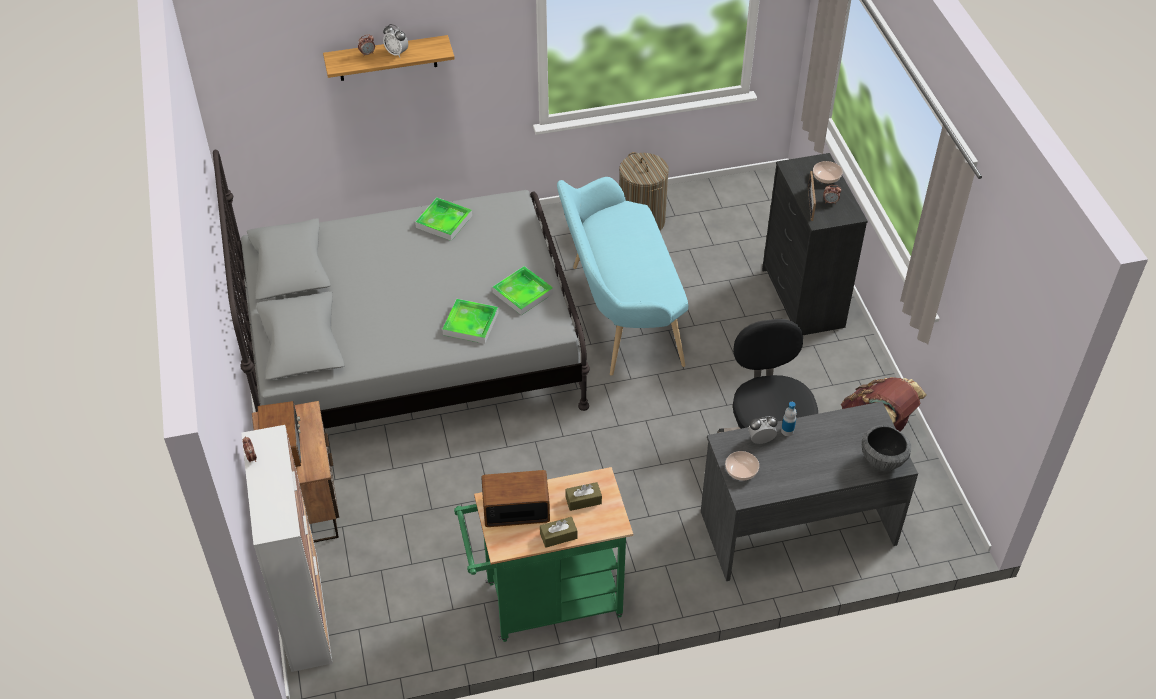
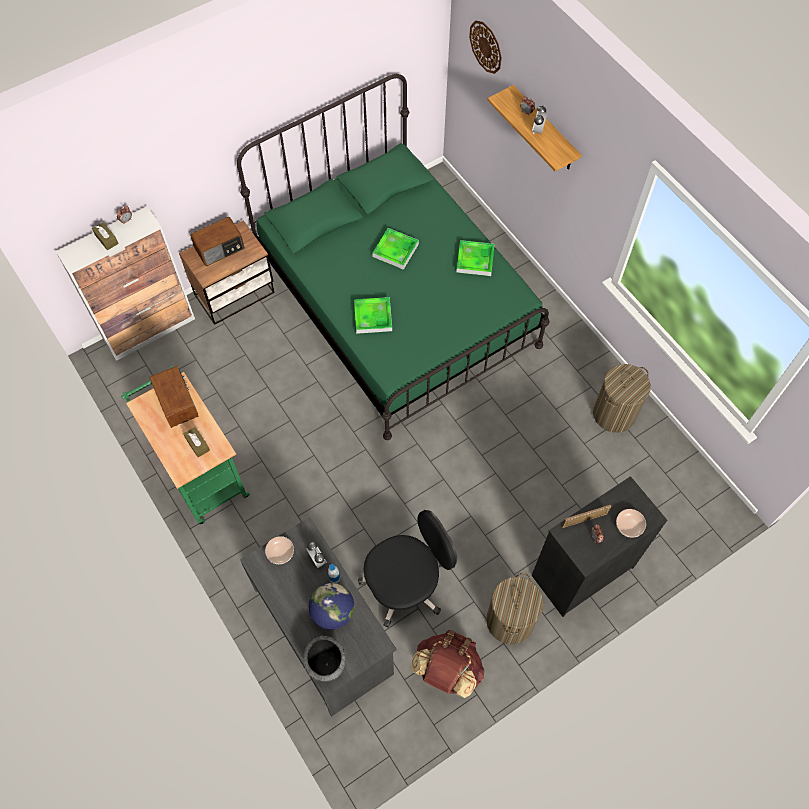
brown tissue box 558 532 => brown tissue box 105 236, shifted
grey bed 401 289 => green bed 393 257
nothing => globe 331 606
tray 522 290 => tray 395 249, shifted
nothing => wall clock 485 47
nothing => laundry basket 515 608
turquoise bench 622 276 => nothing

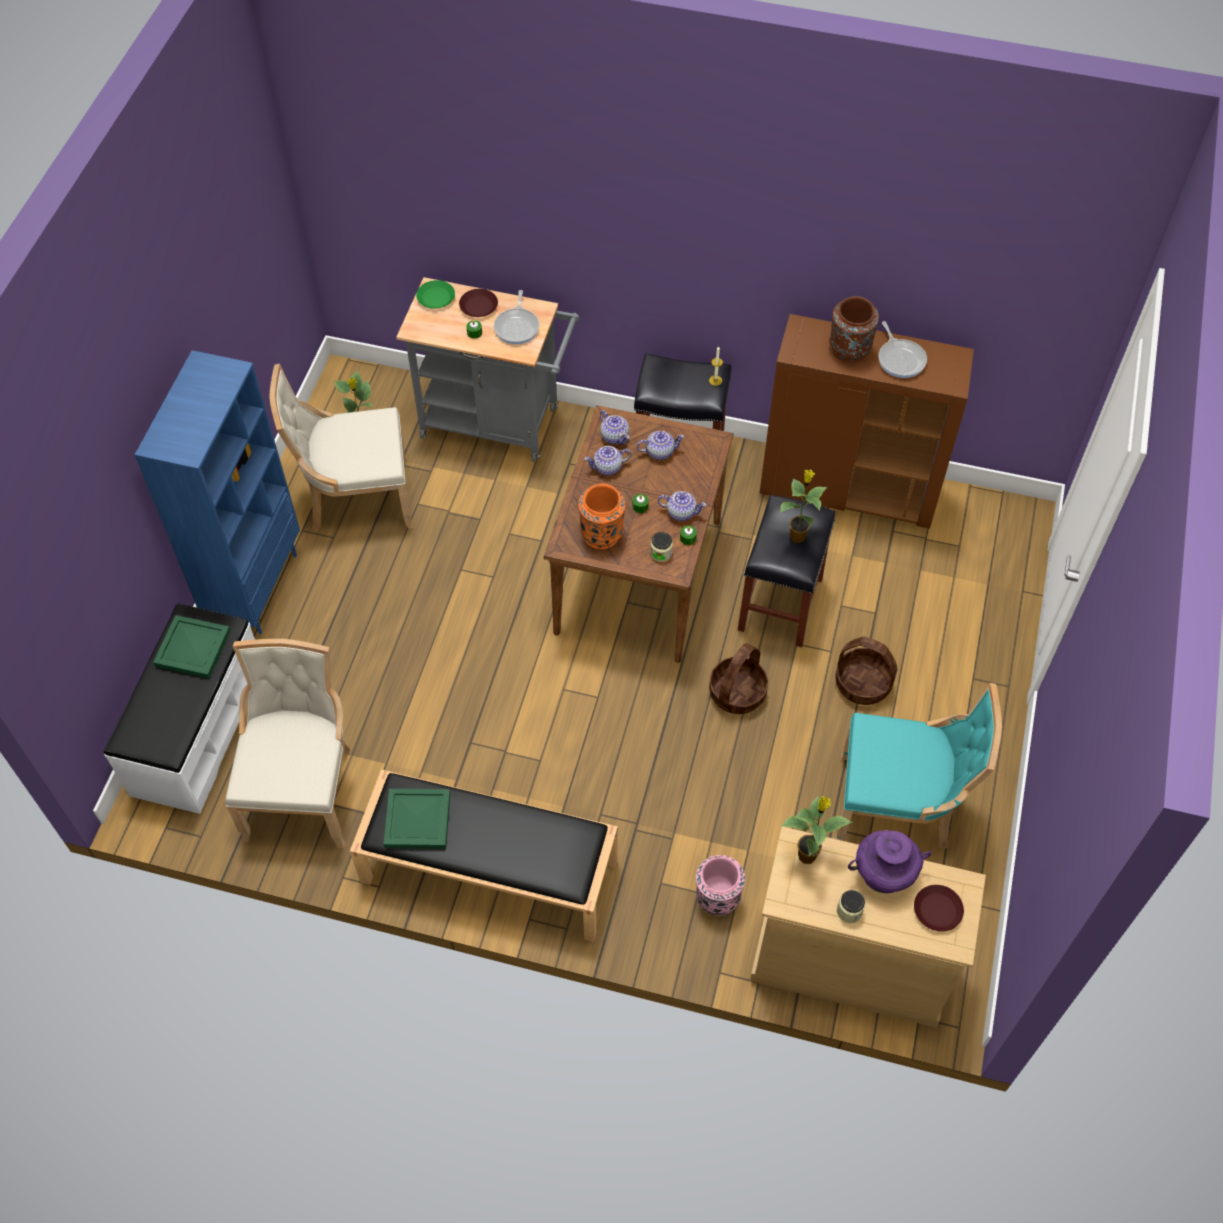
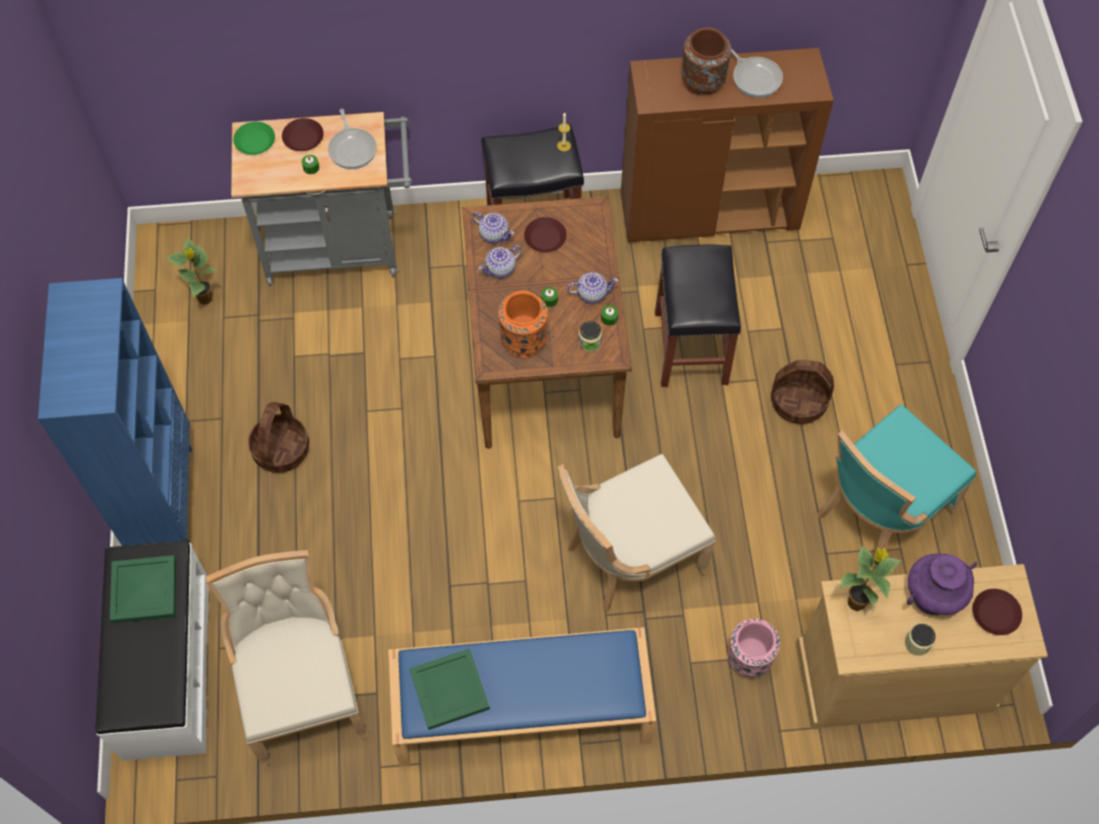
basket 738 679 => basket 278 437, shifted
black bench 484 855 => blue bench 522 696
teapot 660 445 => brown plate 545 234
beige chair 341 447 => beige chair 636 533, shifted
turquoise chair 918 766 => turquoise chair 896 486, 150 degrees clockwise
potted plant 803 506 => nothing

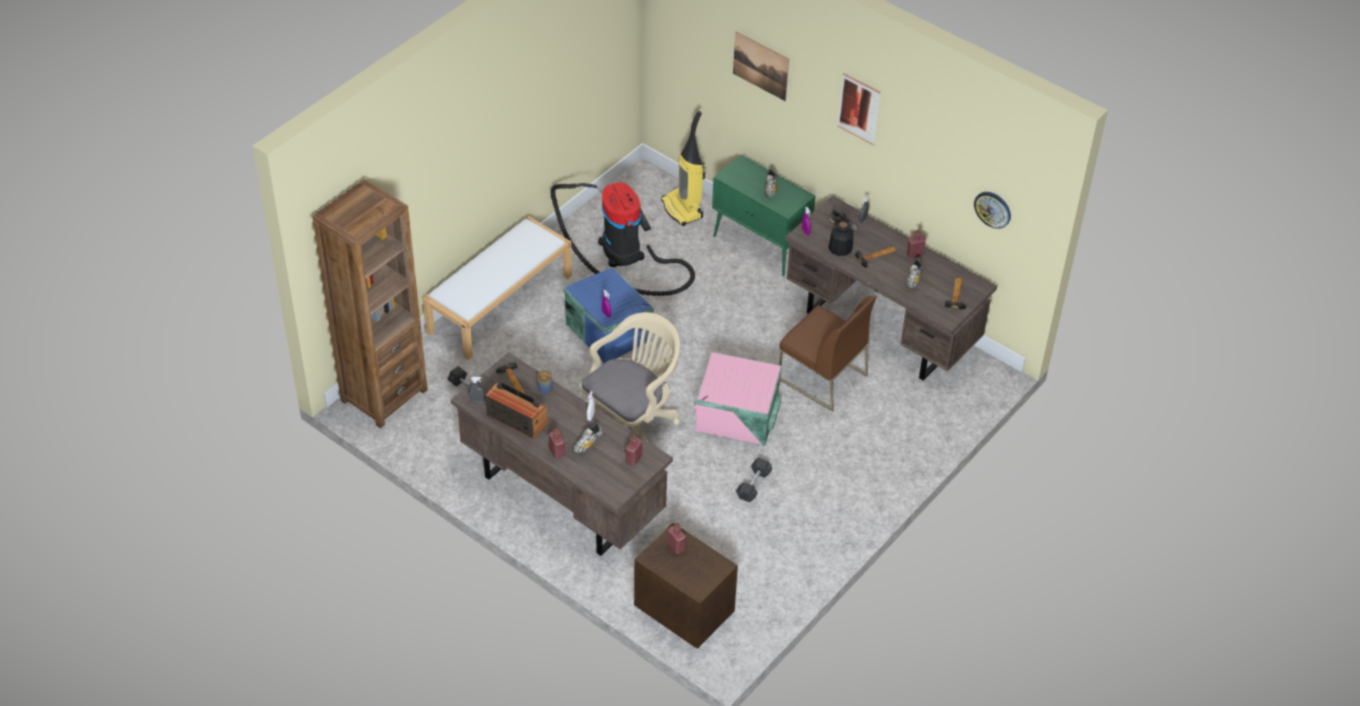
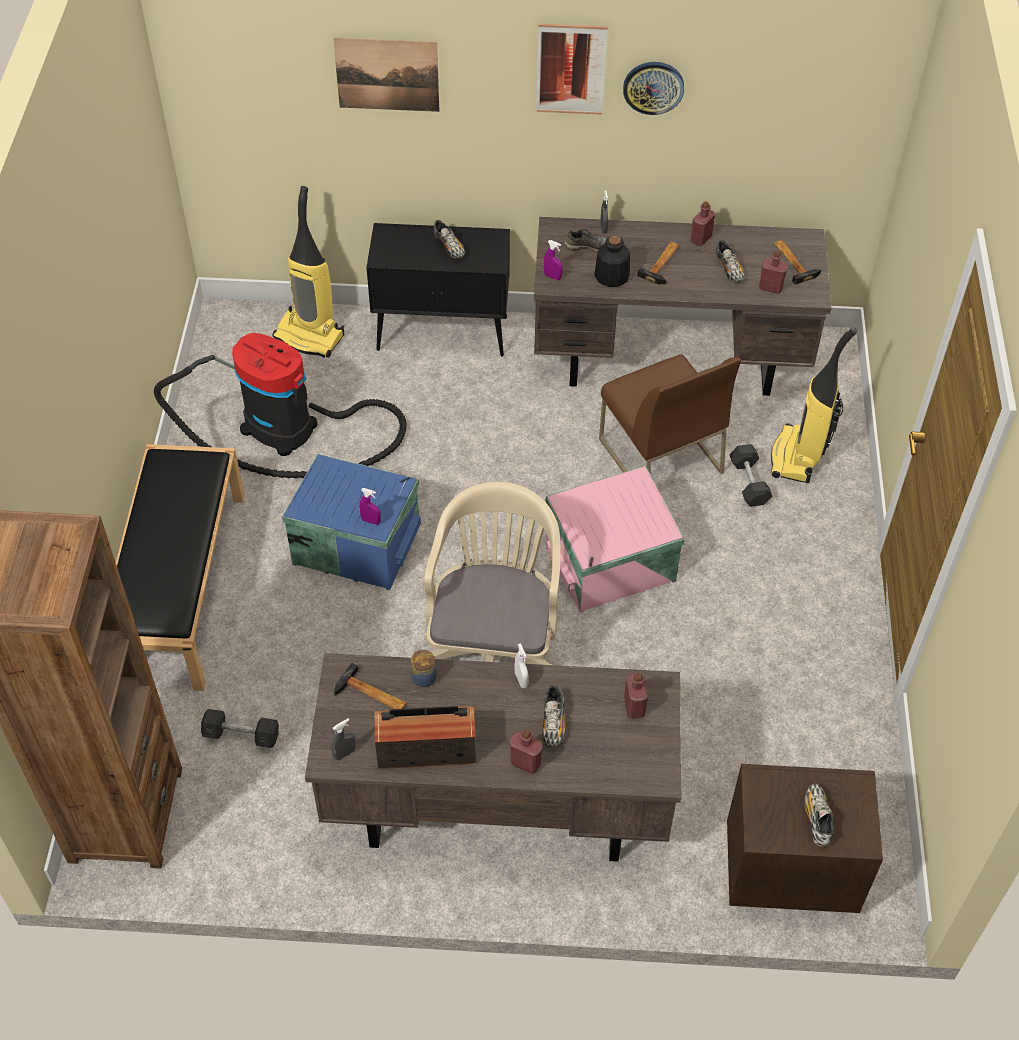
white bench 497 288 => black bench 180 567
green cabinet 764 216 => black cabinet 438 290
brown chair 828 353 => brown chair 670 414, 60 degrees clockwise
wall clock 992 210 => wall clock 653 88, shifted
grey dumbbell 754 480 => grey dumbbell 750 475, shifted
red bottle 677 538 => red bottle 773 272, shifted
nothing => vacuum cleaner 814 405
nothing => shoe 819 815

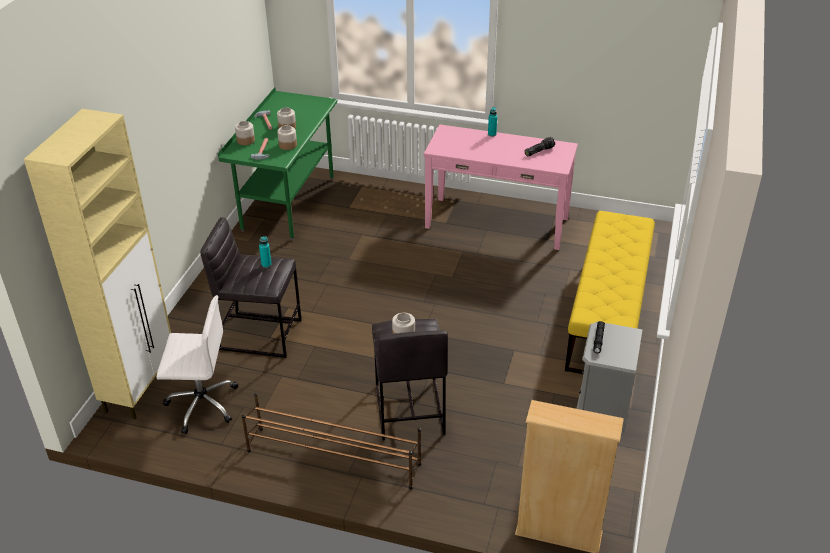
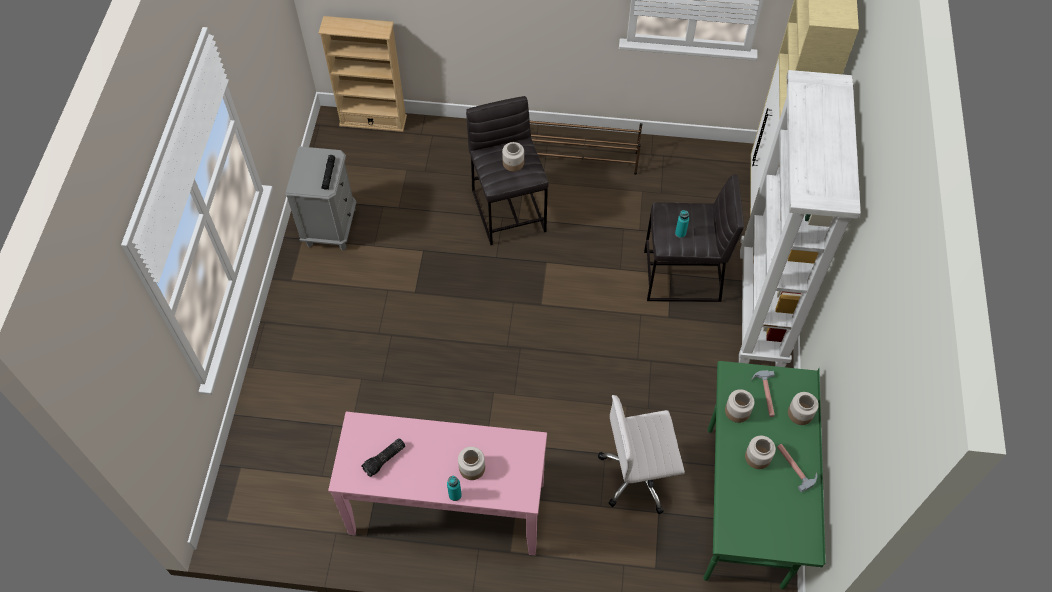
nothing => jar 471 463
white office chair 197 364 => white office chair 641 454, shifted
nothing => white bookcase 800 218
yellow bench 610 292 => nothing

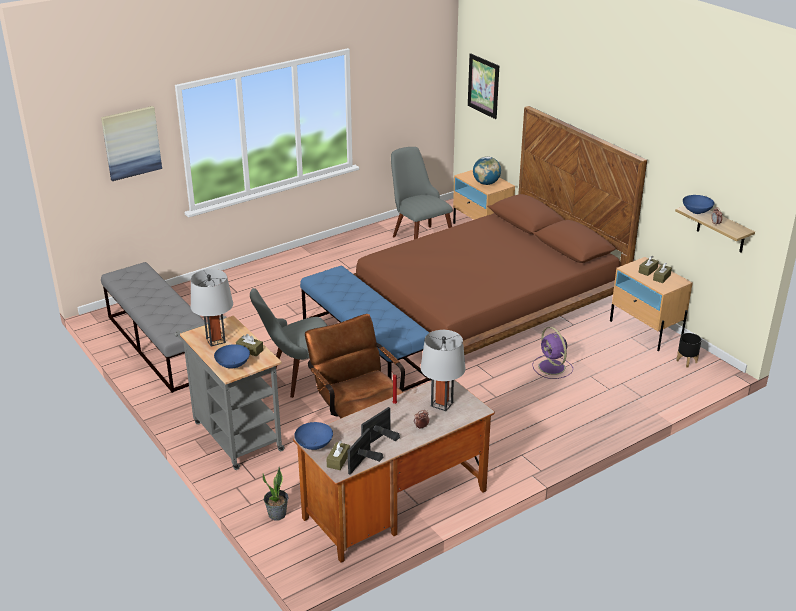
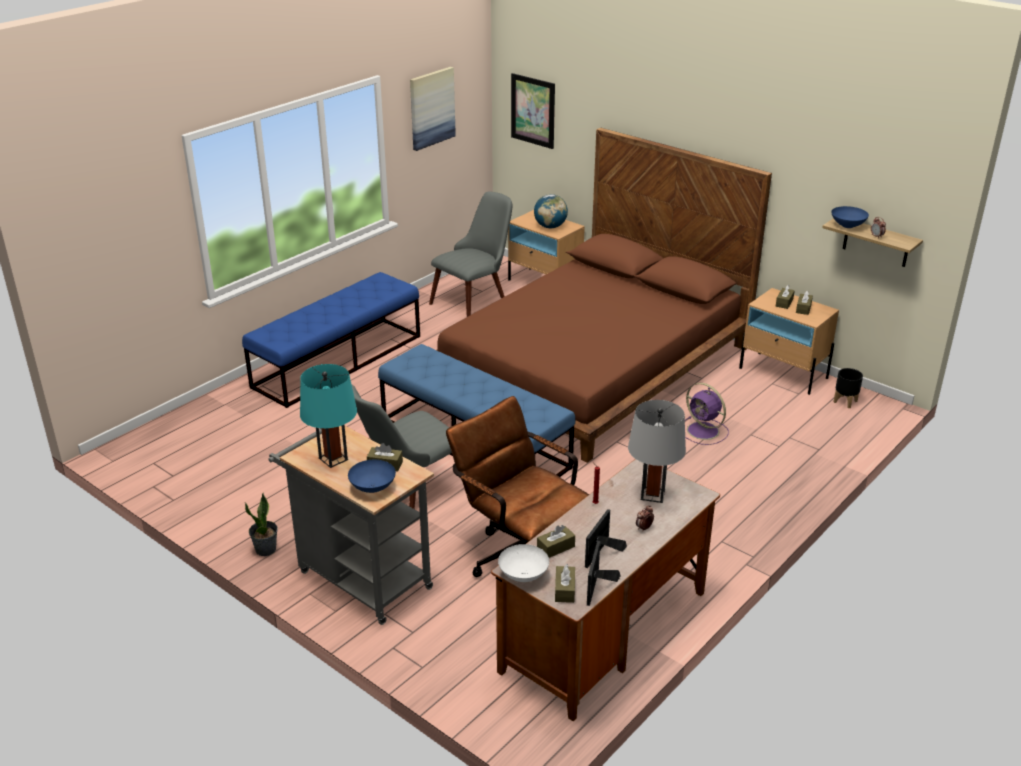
nothing => blue bench 331 340
potted plant 275 494 => potted plant 261 524, shifted
grey table lamp 212 307 => turquoise table lamp 328 416
picture 131 143 => picture 433 109, shifted
grey chair 422 193 => grey chair 471 254, 90 degrees clockwise
blue bowl 314 436 => white bowl 523 563
nothing => brown tissue box 556 541
grey bench 152 327 => nothing

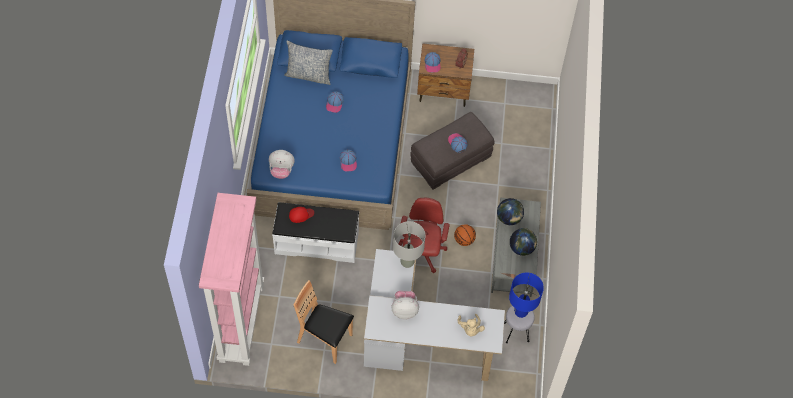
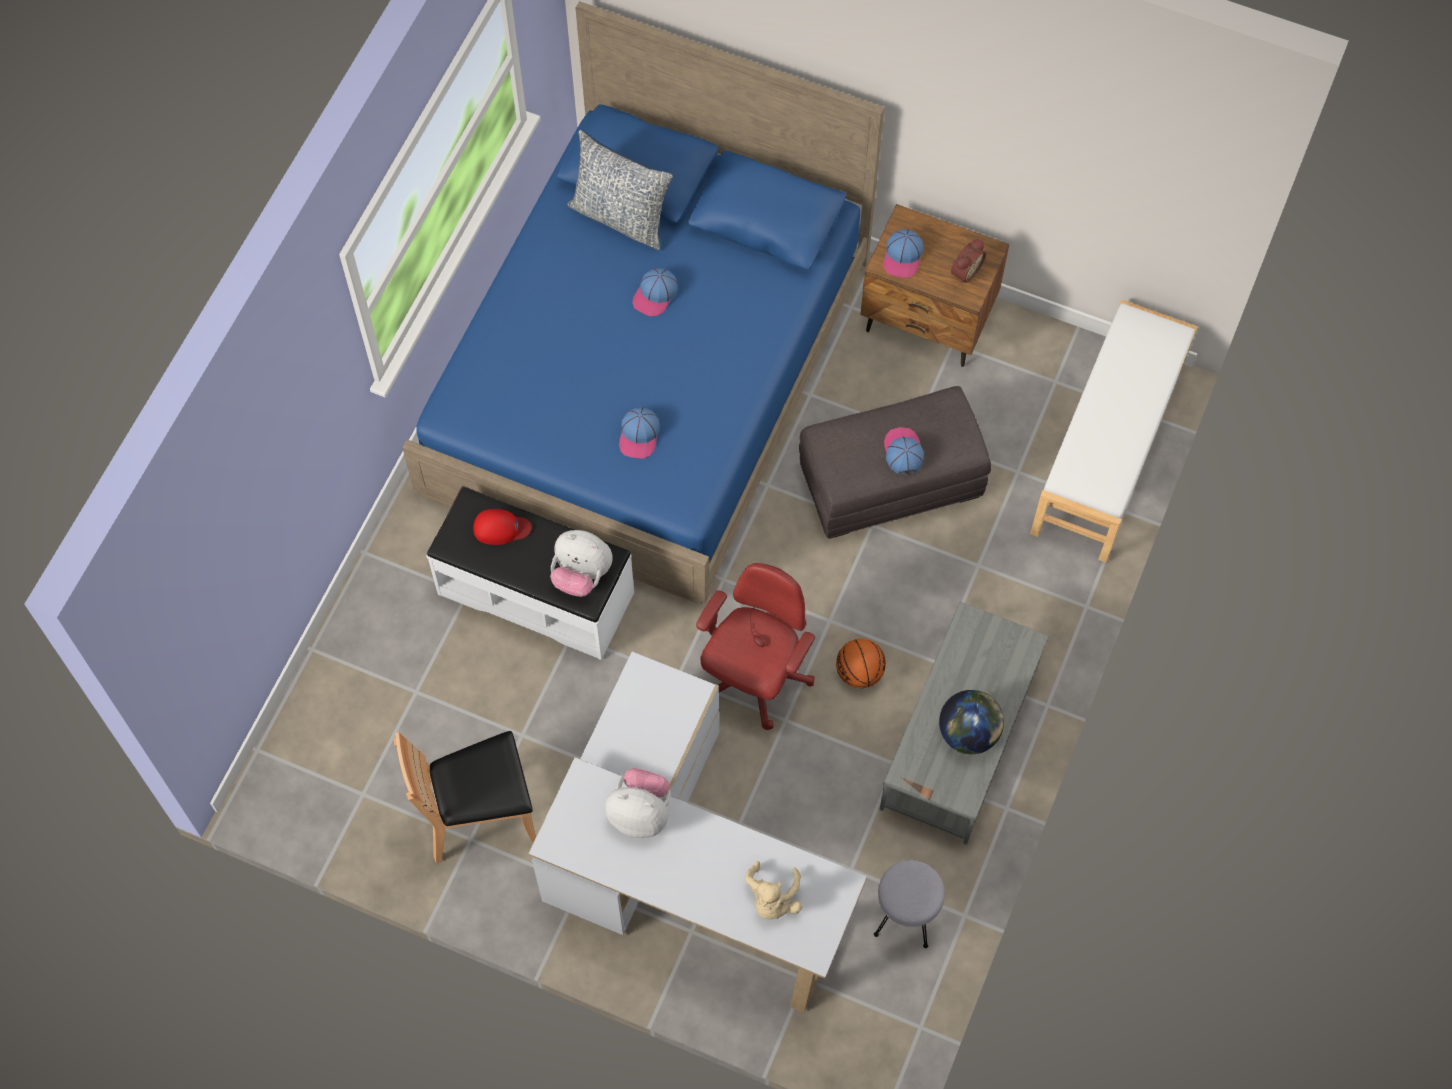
brown chair 324 322 => brown chair 465 797, 60 degrees counterclockwise
plush toy 281 164 => plush toy 581 563, shifted
nothing => white bench 1114 431
pink bookcase 231 279 => nothing
grey table lamp 409 244 => nothing
globe 510 211 => nothing
blue table lamp 526 295 => nothing

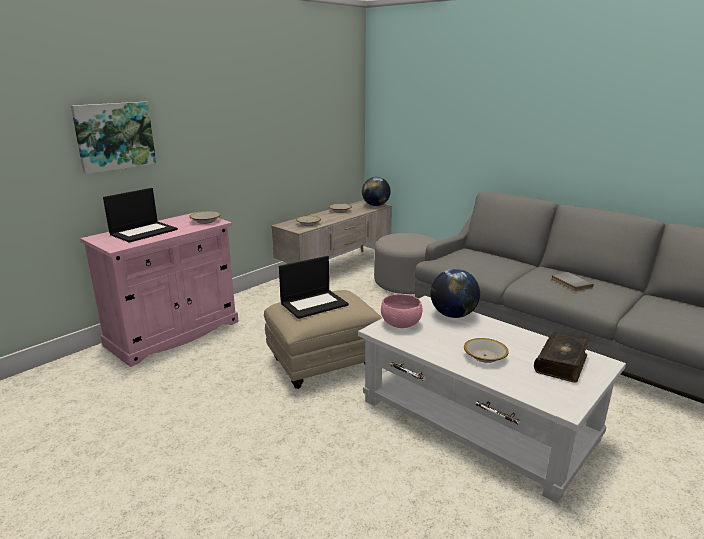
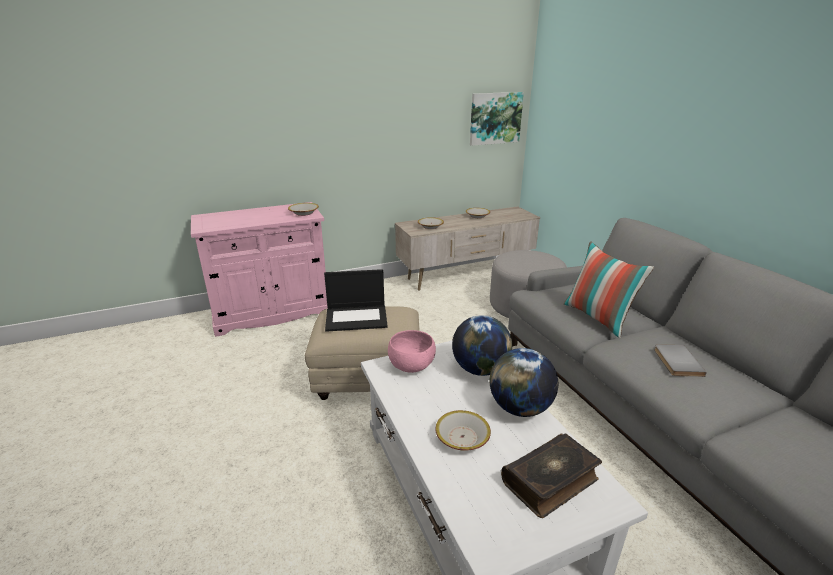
picture 113 138 => picture 497 119, shifted
globe 376 191 => globe 524 382, shifted
nothing => pillow 609 289
laptop 140 215 => nothing

